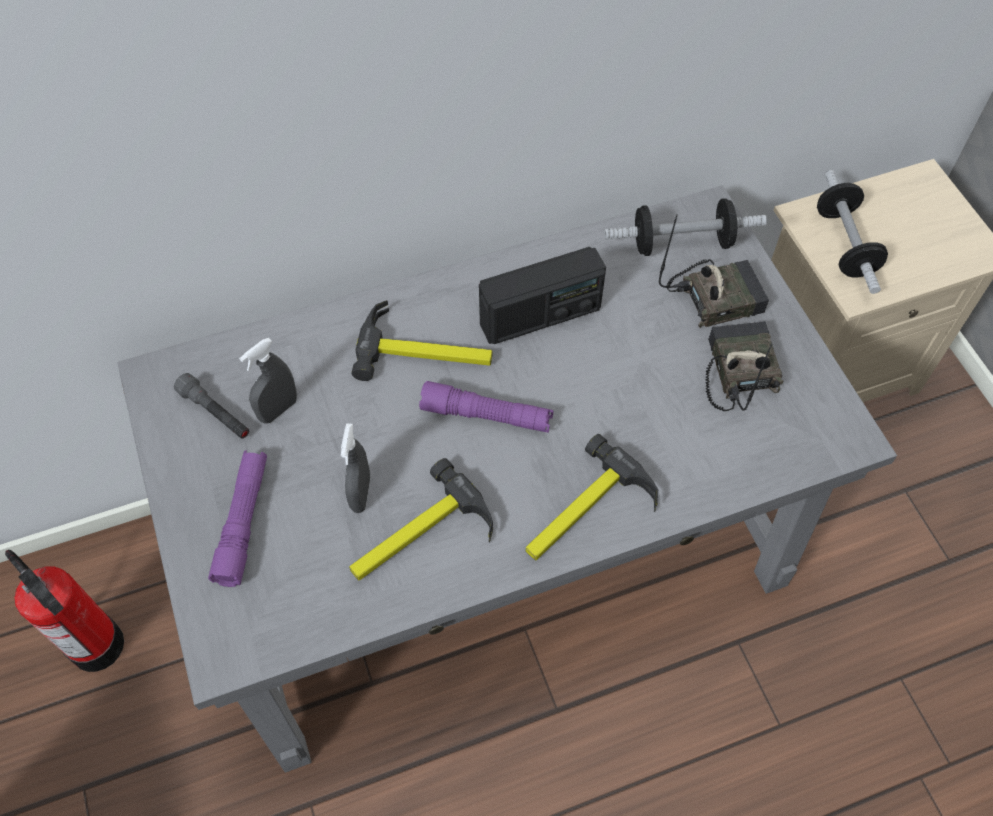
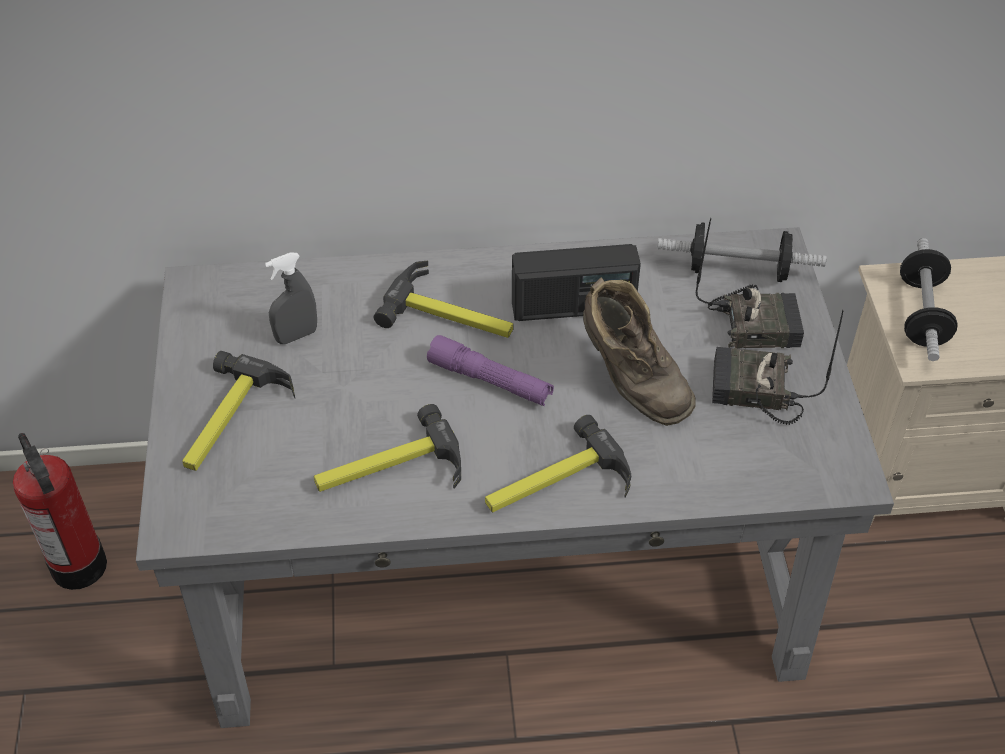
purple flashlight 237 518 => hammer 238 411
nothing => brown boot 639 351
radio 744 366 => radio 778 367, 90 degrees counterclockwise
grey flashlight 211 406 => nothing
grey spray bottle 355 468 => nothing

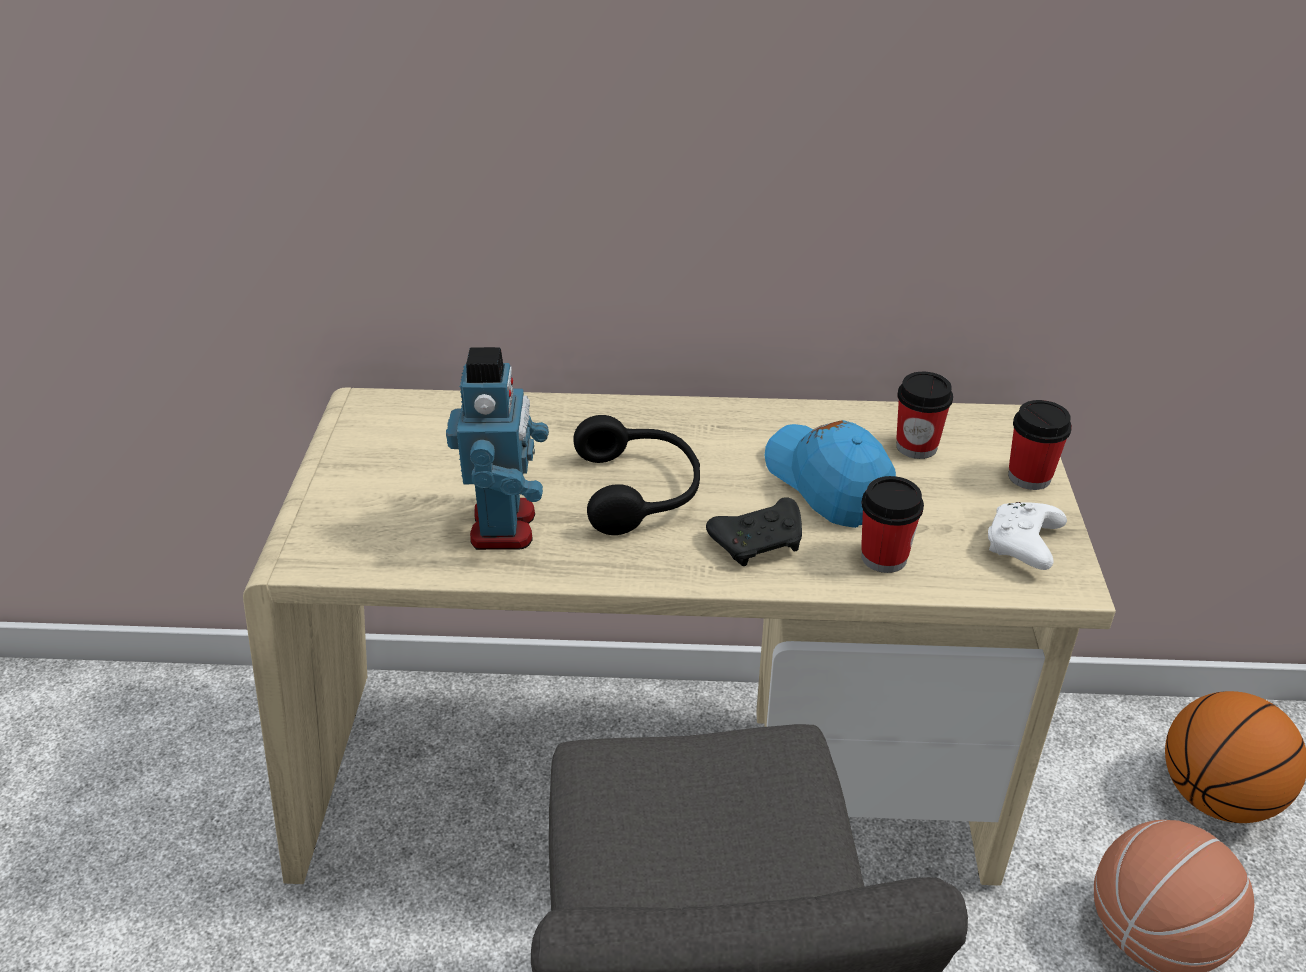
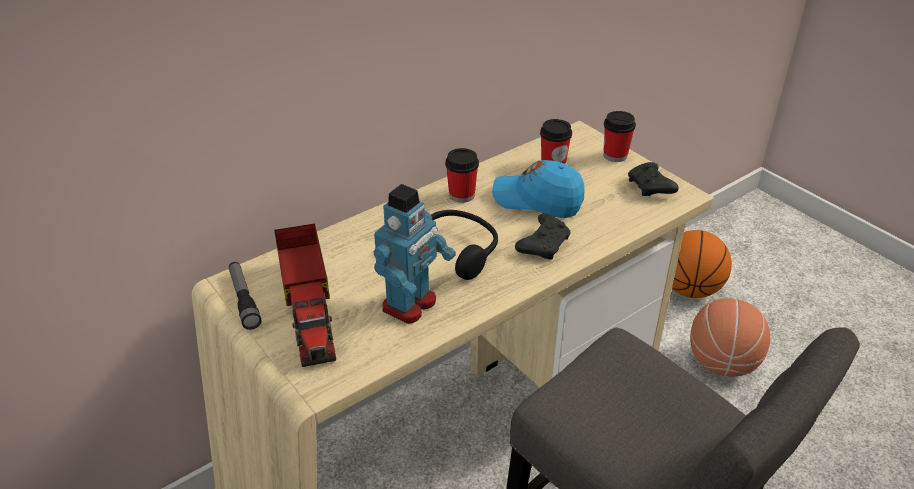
nothing => flashlight 245 296
nothing => toy truck 305 295
toy robot 497 448 => toy robot 414 254, 75 degrees clockwise
cup 892 524 => cup 462 175, shifted
white game controller 1027 536 => black game controller 653 179

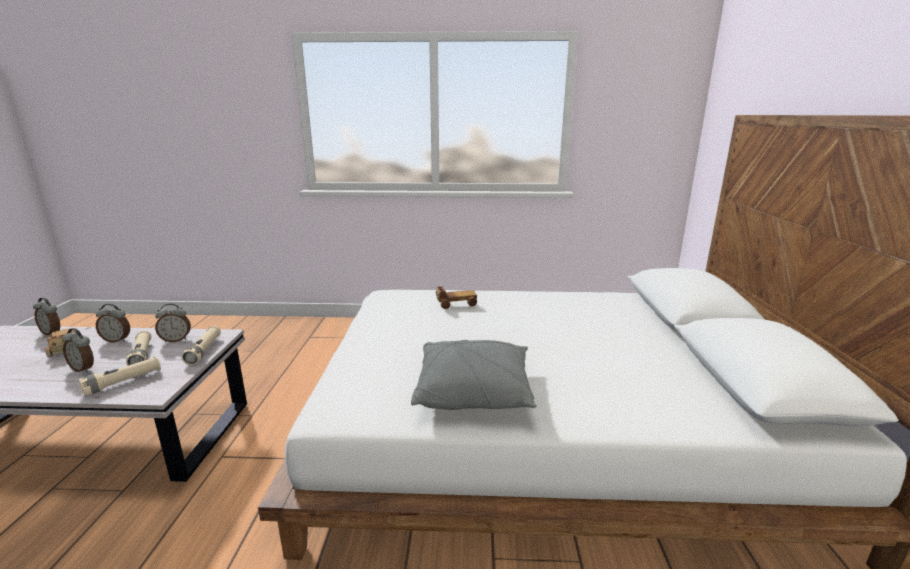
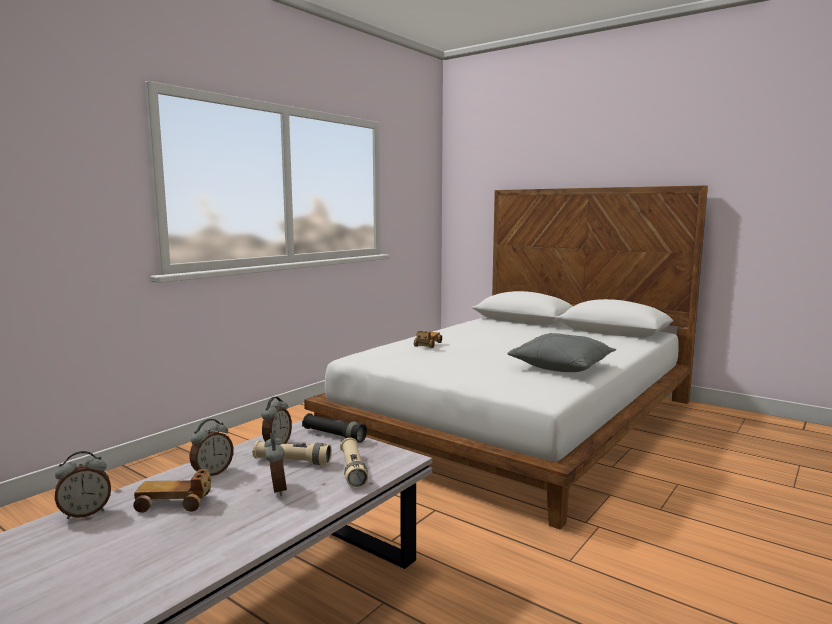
alarm clock 78 350 => alarm clock 275 464, 75 degrees counterclockwise
beige flashlight 201 345 => black flashlight 334 428

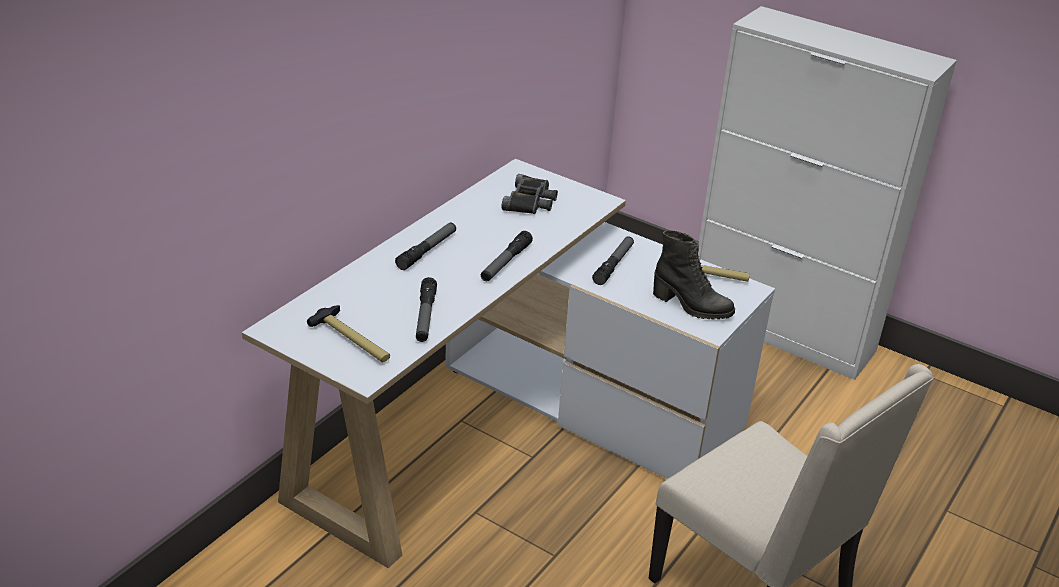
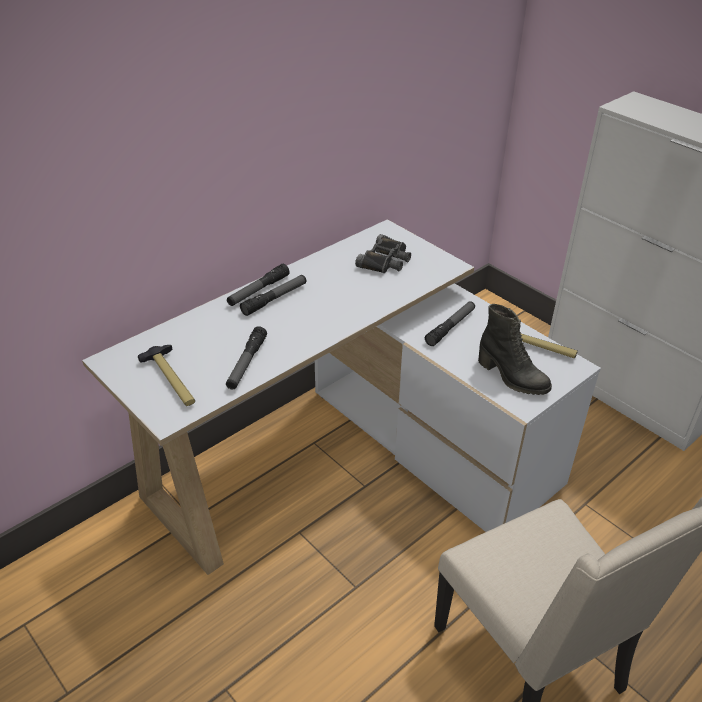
flashlight 507 256 => flashlight 258 285, shifted

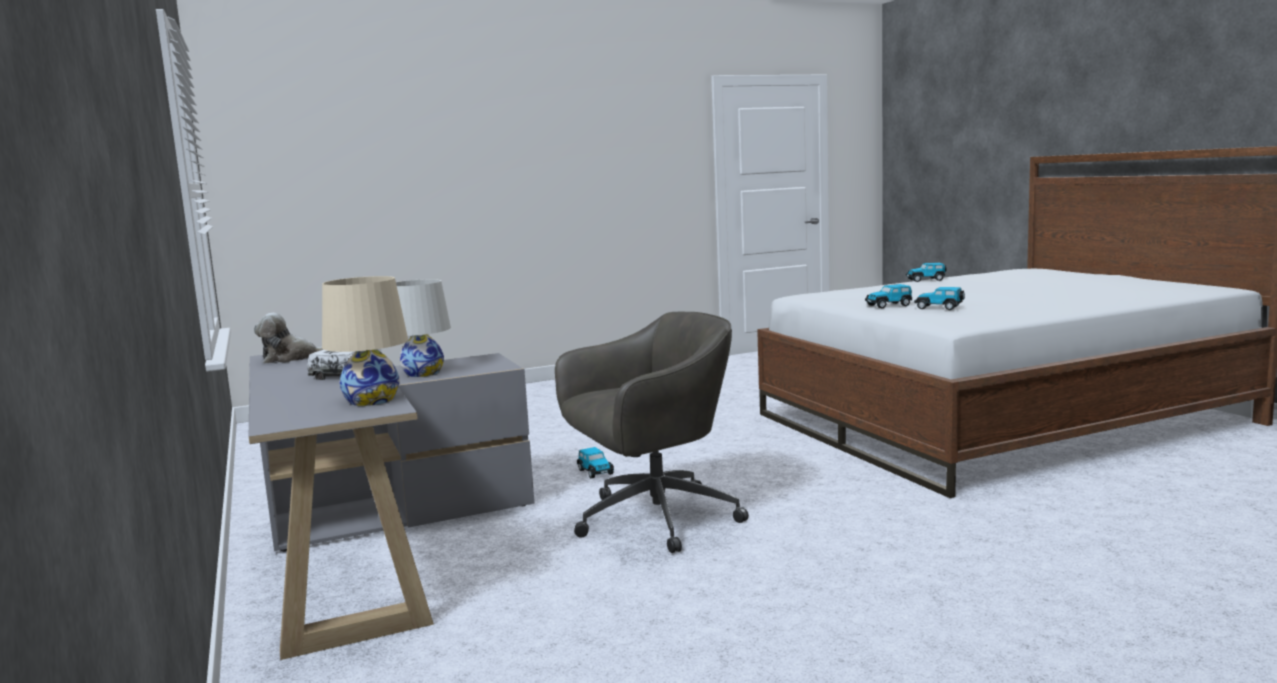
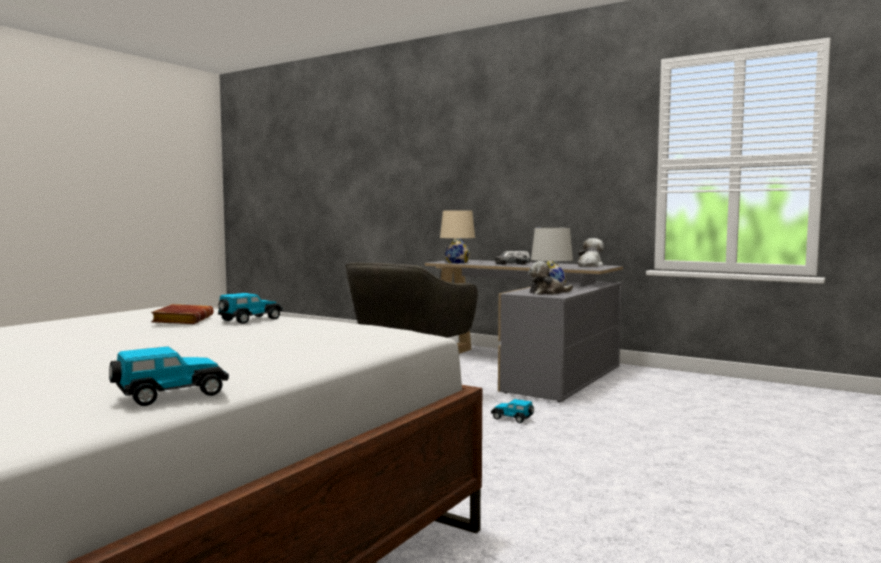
toy car 939 298 => brown book 182 314
nothing => plush toy 550 278

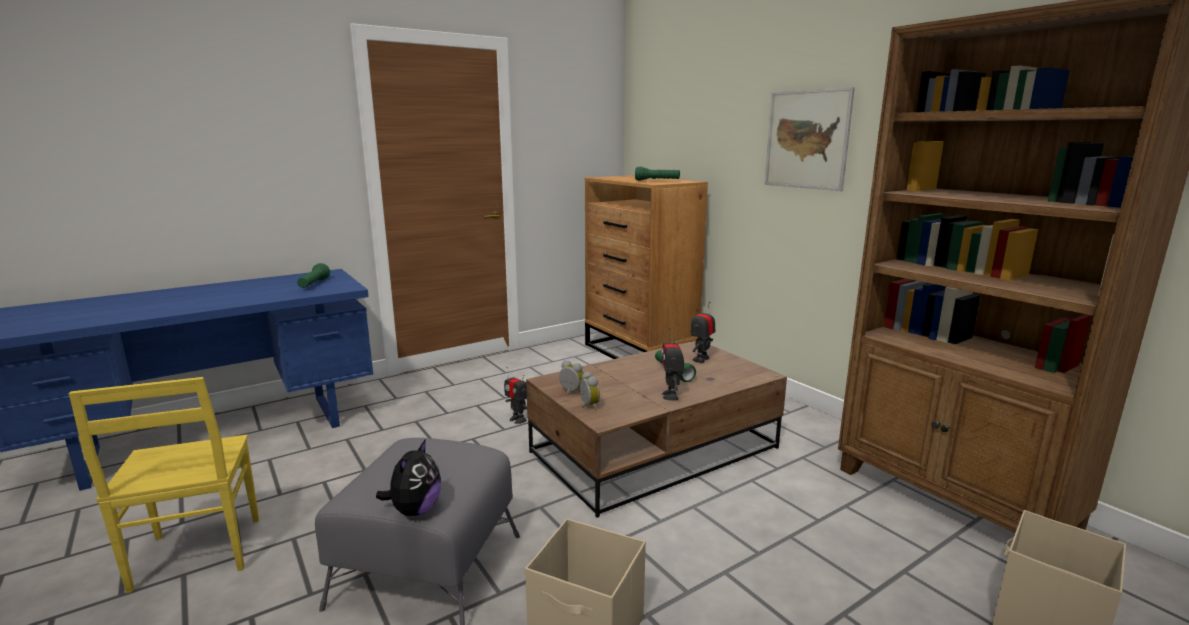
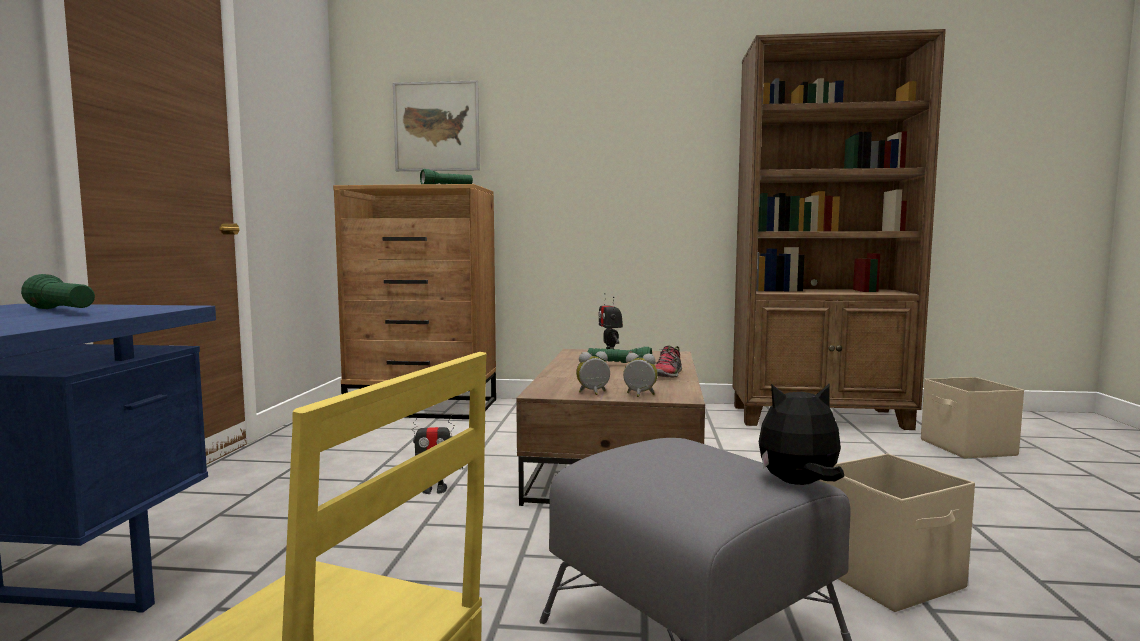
picture 810 139 => picture 436 125, shifted
toy robot 672 364 => shoe 668 361
plush toy 408 477 => plush toy 801 434, 60 degrees counterclockwise

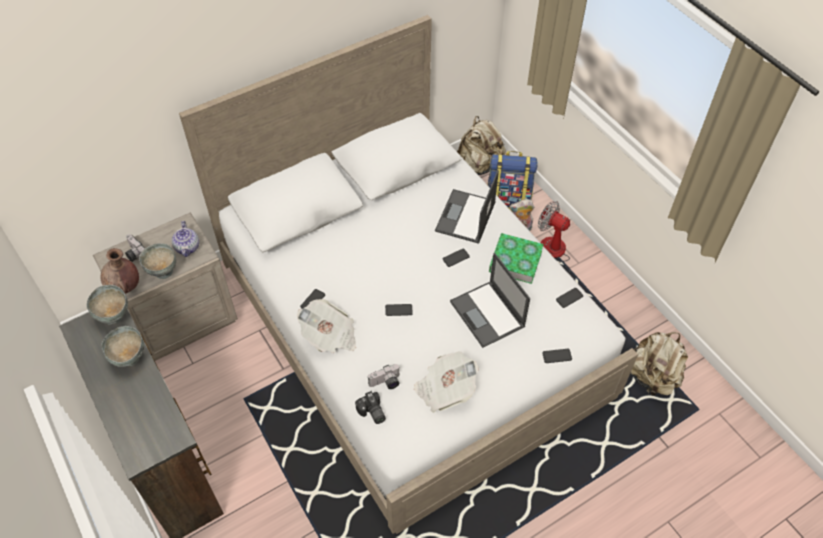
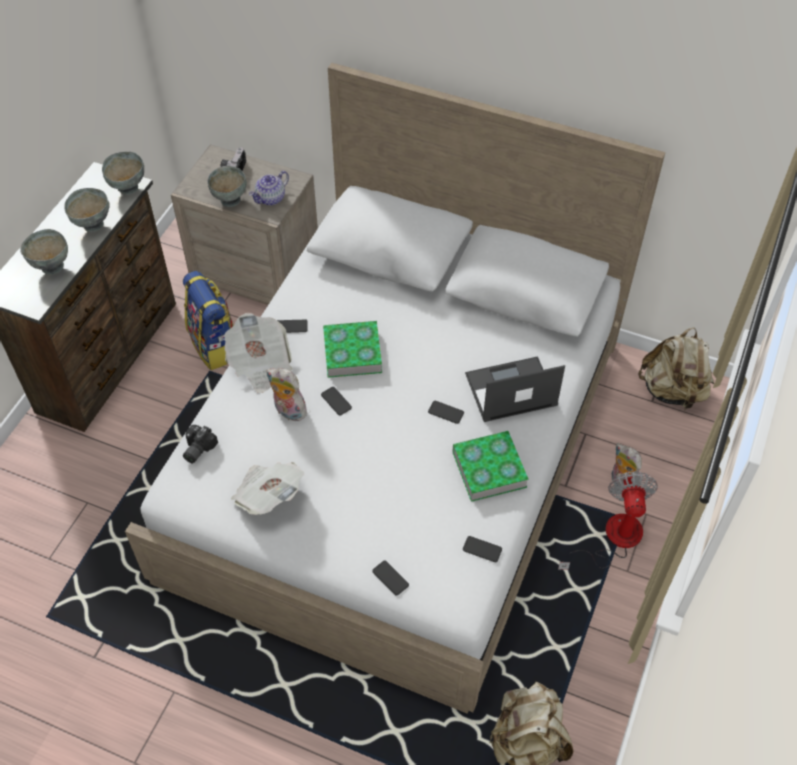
nothing => grey bowl 44 252
backpack 512 180 => backpack 208 320, shifted
nothing => plush toy 286 394
nothing => book 352 349
brown vase 119 271 => nothing
photo camera 383 376 => nothing
laptop 490 300 => nothing

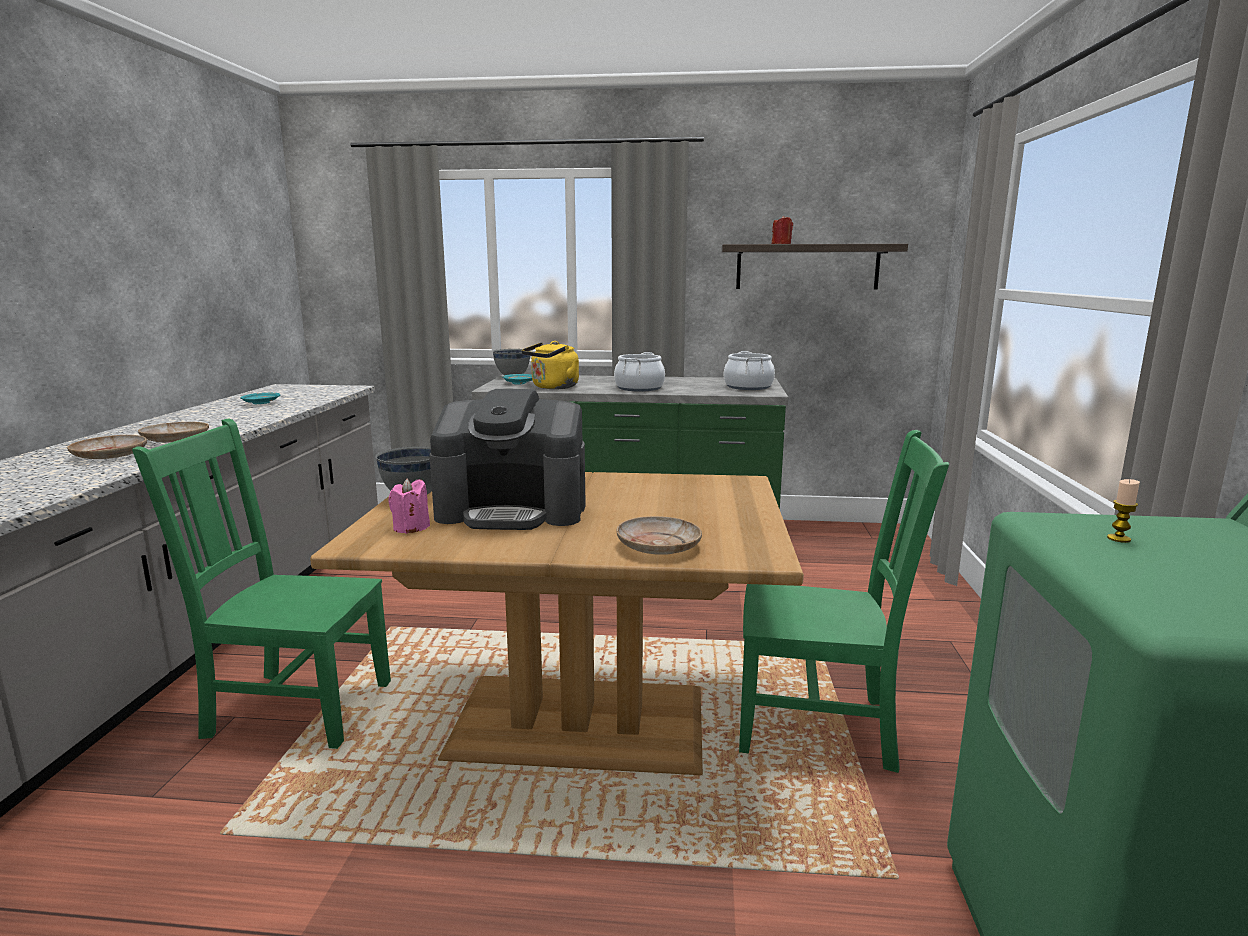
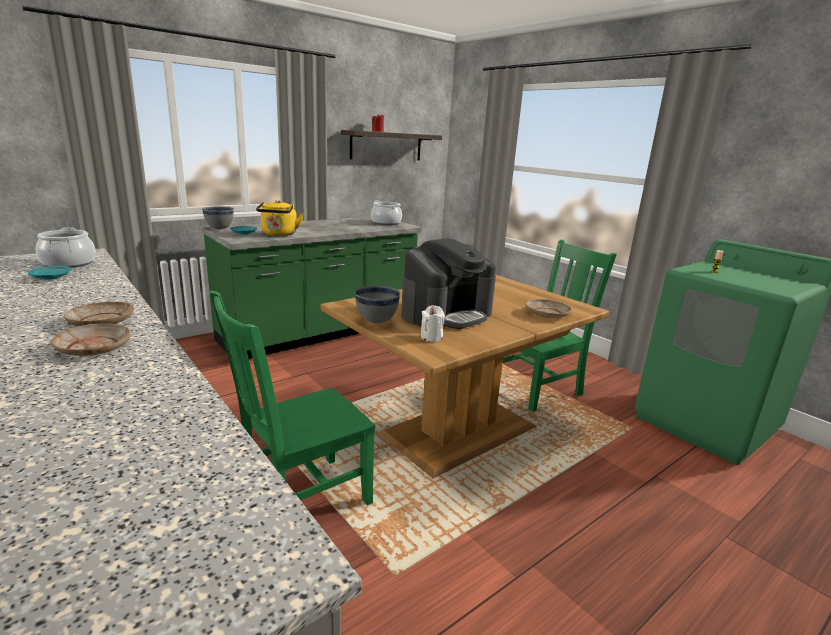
cooking pot 639 372 => cooking pot 66 247, shifted
pink candle 409 506 => white candle 433 323

